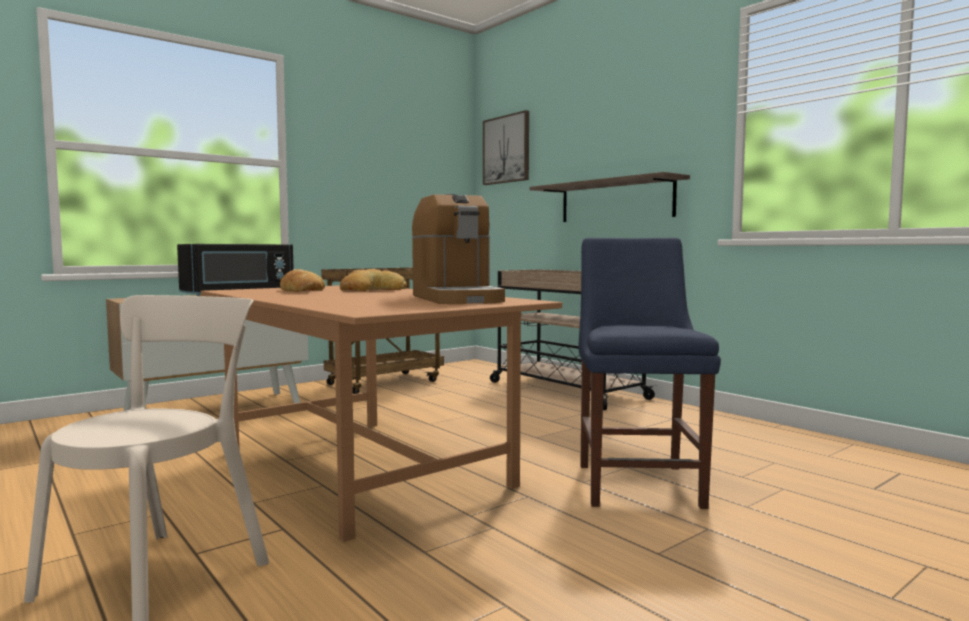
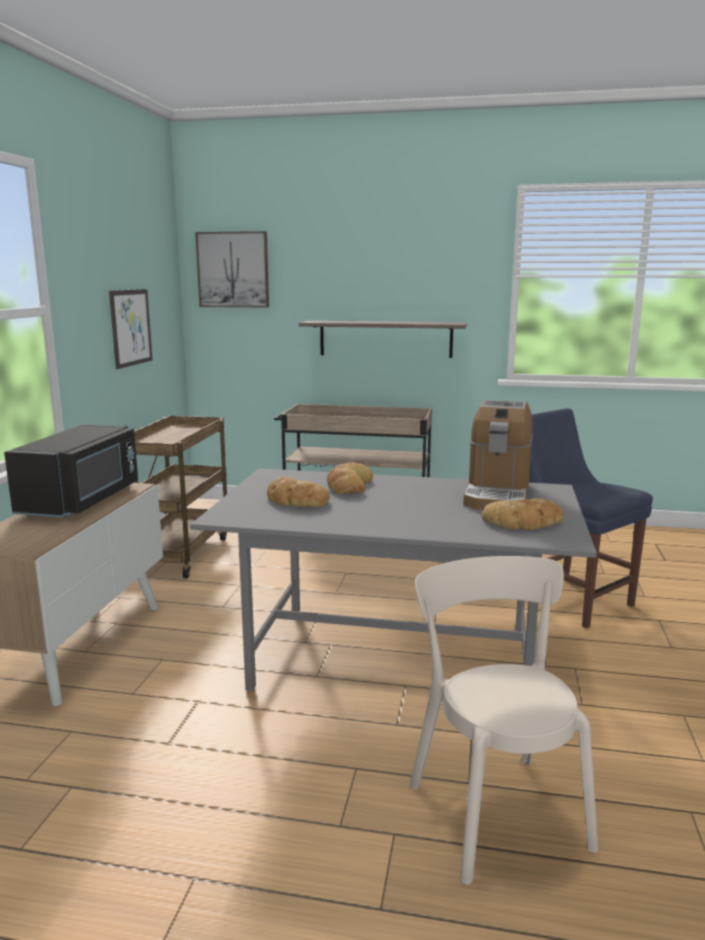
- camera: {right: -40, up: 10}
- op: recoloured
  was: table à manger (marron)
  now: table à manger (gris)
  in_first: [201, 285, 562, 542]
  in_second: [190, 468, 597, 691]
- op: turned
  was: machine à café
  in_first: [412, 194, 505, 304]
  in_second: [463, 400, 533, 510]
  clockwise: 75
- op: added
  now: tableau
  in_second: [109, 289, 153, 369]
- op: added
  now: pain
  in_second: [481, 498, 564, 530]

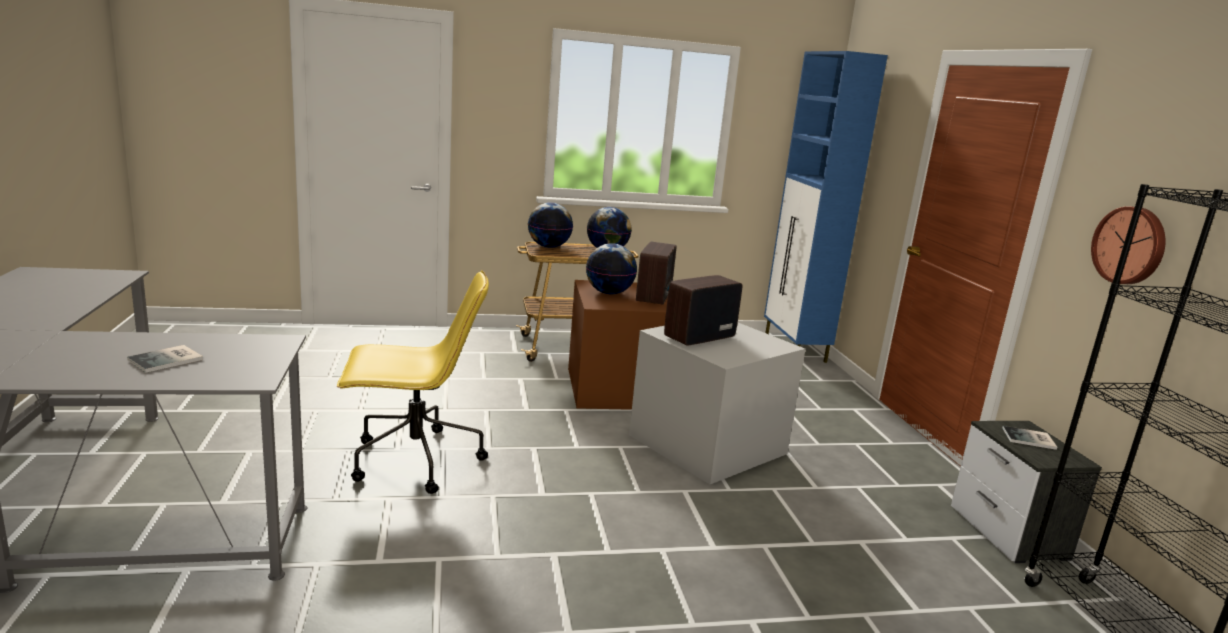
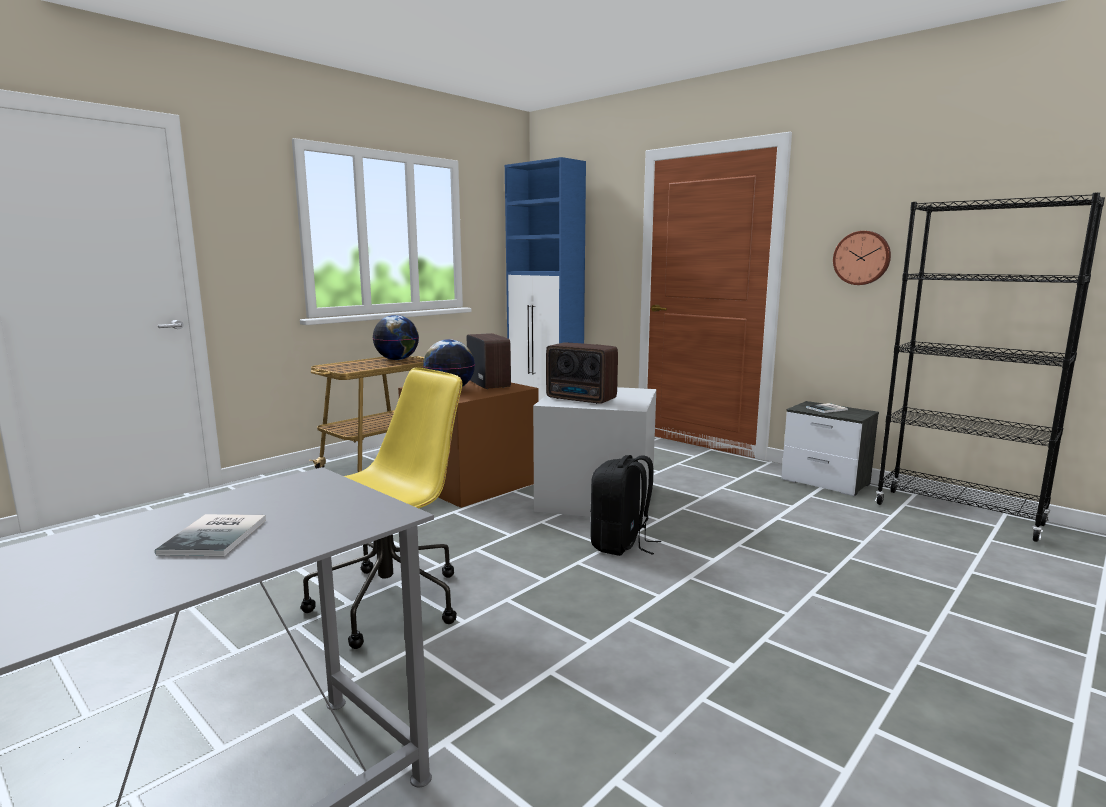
- camera: {right: -35, up: -5}
- op: removed
  was: globe
  in_first: [528, 202, 573, 248]
- op: turned
  was: radio
  in_first: [664, 275, 742, 345]
  in_second: [546, 342, 618, 404]
  clockwise: -75
- op: added
  now: sac à dos (noir)
  in_second: [590, 455, 661, 556]

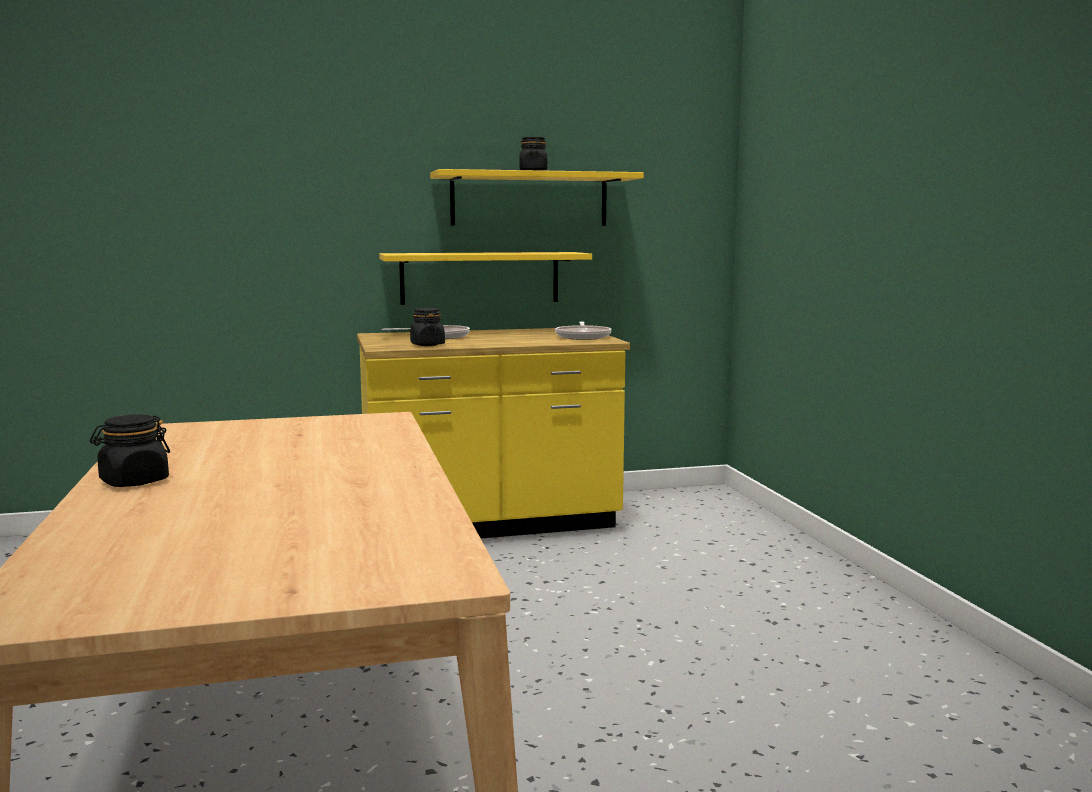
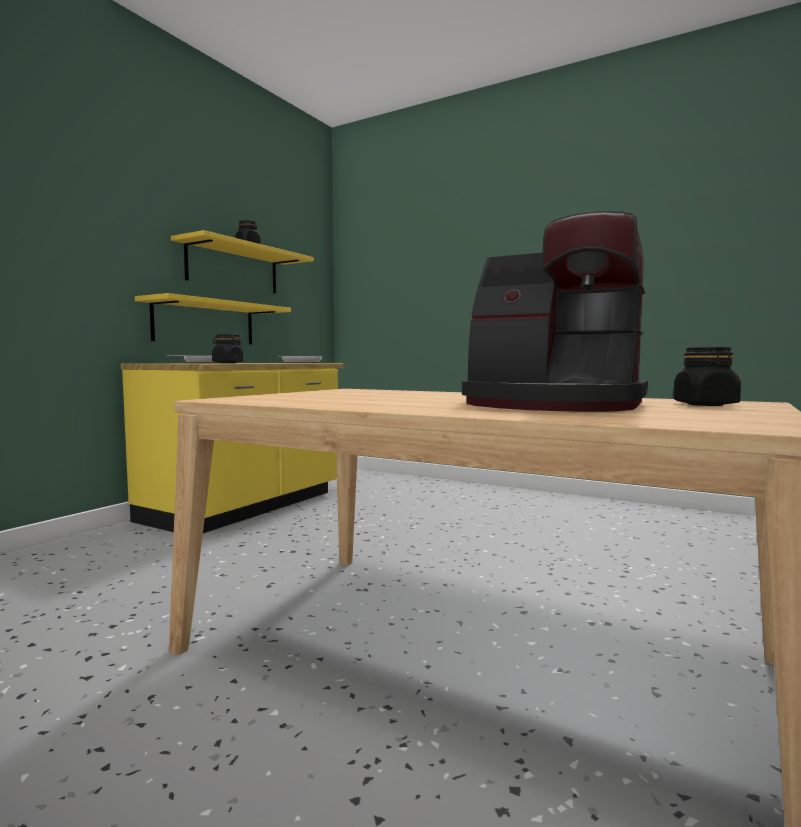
- camera: {right: -45, up: -5}
- op: moved
  was: bocal (noir)
  in_first: [90, 414, 170, 487]
  in_second: [673, 347, 741, 406]
- op: added
  now: machine à café
  in_second: [462, 211, 648, 412]

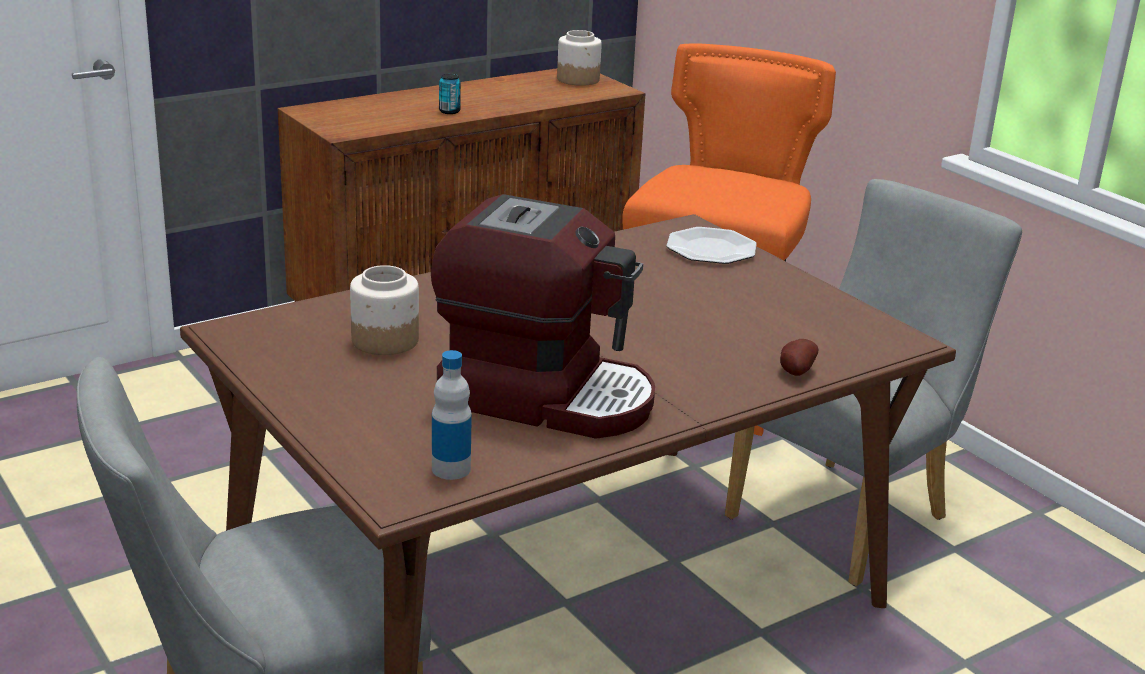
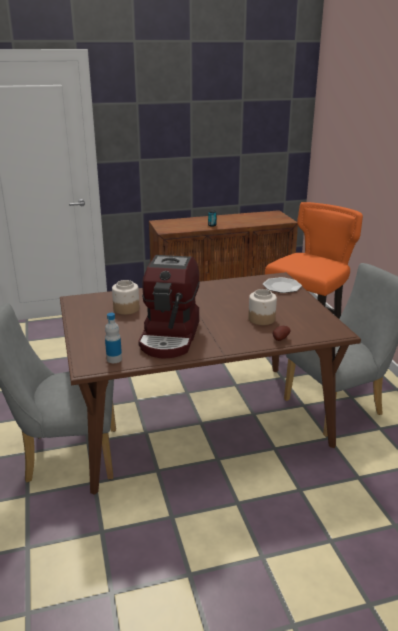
- camera: {right: 20, up: 0}
- op: turned
  was: machine à café
  in_first: [431, 194, 655, 439]
  in_second: [138, 255, 200, 358]
  clockwise: 60
- op: moved
  was: bocal
  in_first: [557, 30, 602, 86]
  in_second: [248, 289, 277, 325]

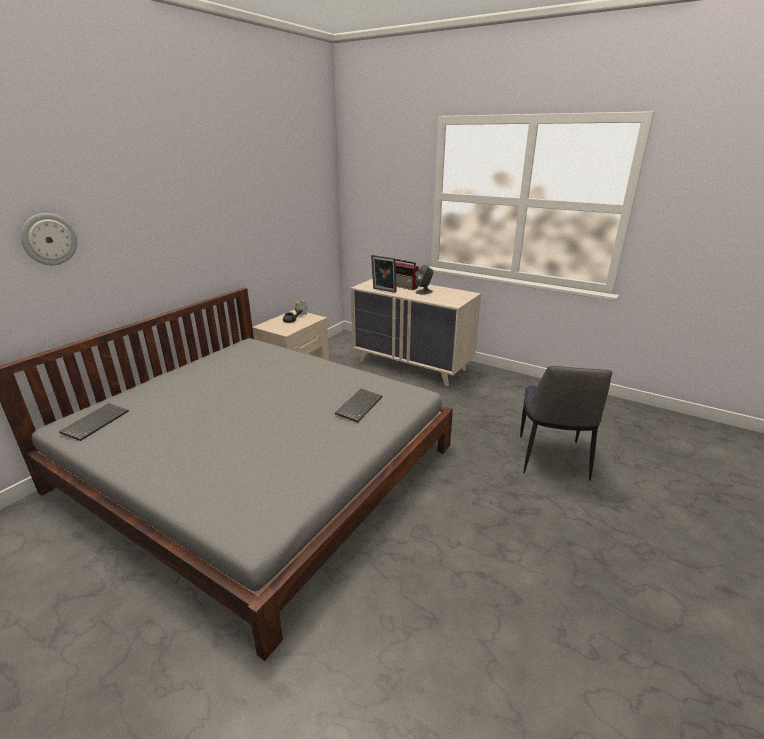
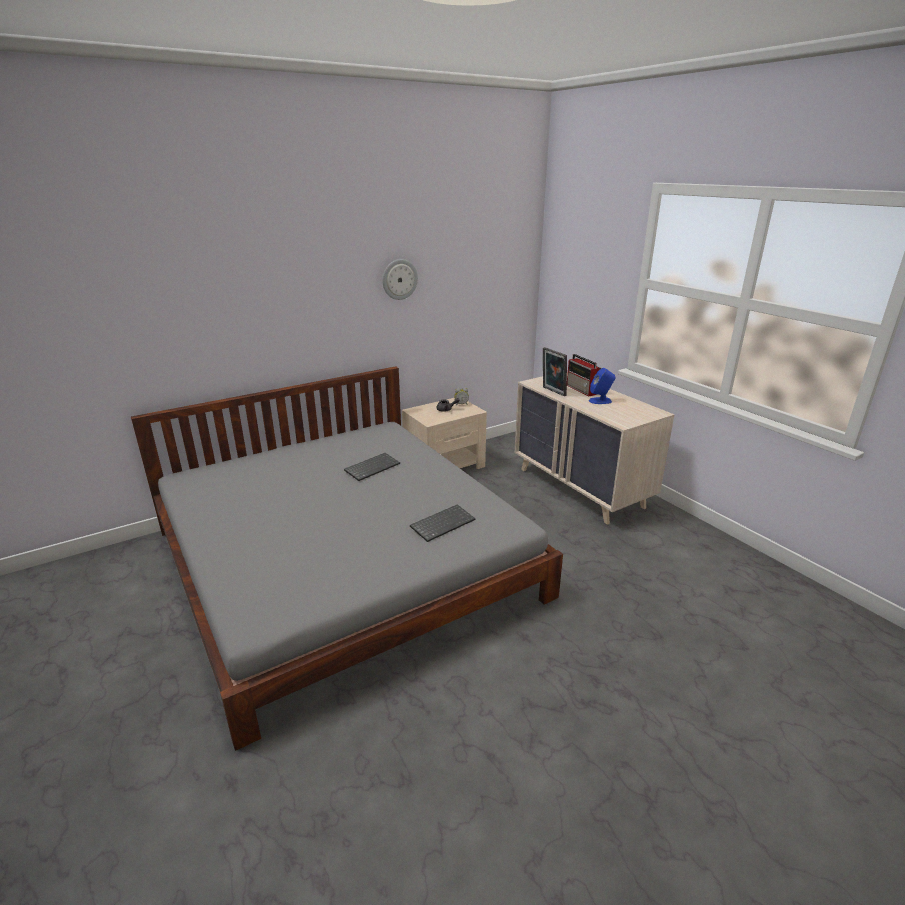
- camera: {right: 25, up: 0}
- op: moved
  was: horloge murale
  in_first: [21, 213, 77, 265]
  in_second: [382, 259, 418, 300]
- op: moved
  was: clavier
  in_first: [59, 403, 129, 441]
  in_second: [344, 453, 400, 481]
- op: recoloured
  was: enceinte (gris)
  now: enceinte (bleu)
  in_first: [415, 265, 434, 294]
  in_second: [589, 368, 616, 404]
- op: removed
  was: chaise
  in_first: [520, 366, 612, 481]

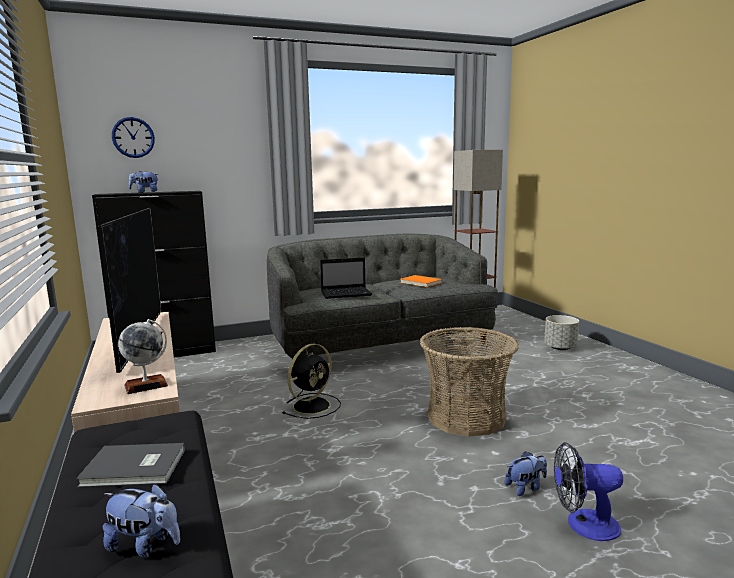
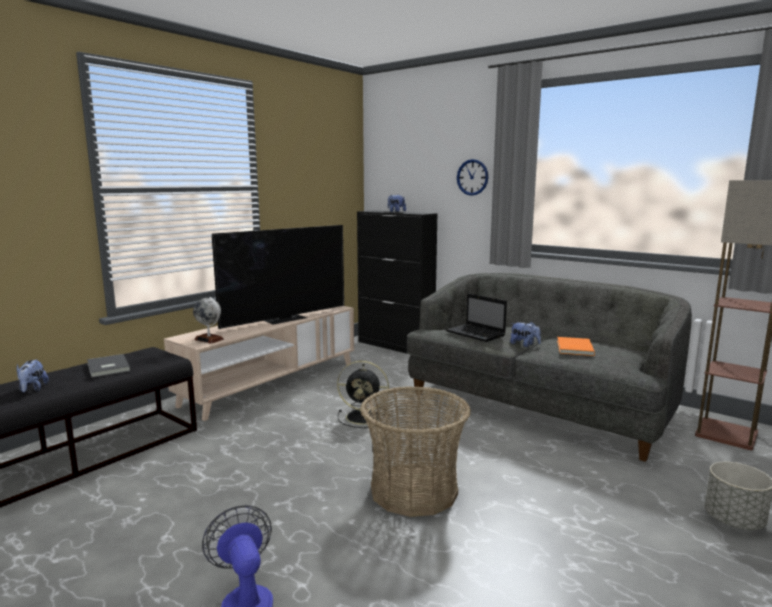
- camera: {right: 60, up: 0}
- op: moved
  was: horloge murale
  in_first: [112, 117, 155, 158]
  in_second: [457, 159, 488, 196]
- op: moved
  was: peluche
  in_first: [505, 451, 547, 496]
  in_second: [510, 321, 541, 347]

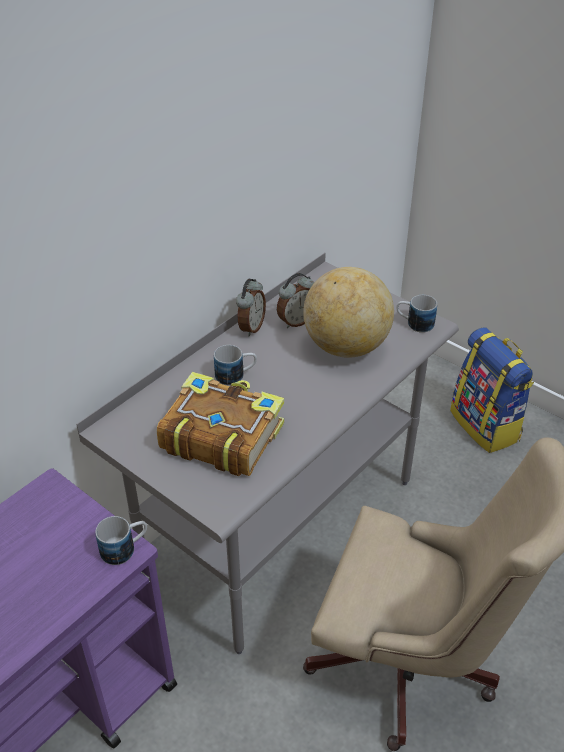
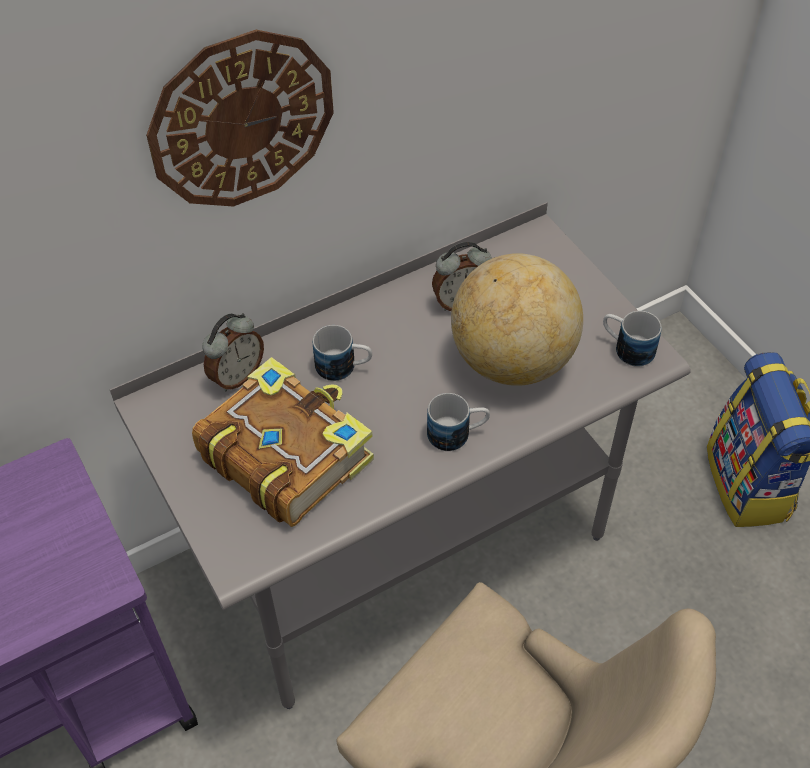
- camera: {right: 20, up: 10}
- op: moved
  was: mug
  in_first: [95, 516, 147, 565]
  in_second: [427, 393, 490, 451]
- op: moved
  was: réveil
  in_first: [236, 279, 266, 337]
  in_second: [202, 313, 264, 391]
- op: added
  now: horloge murale
  in_second: [146, 30, 334, 207]

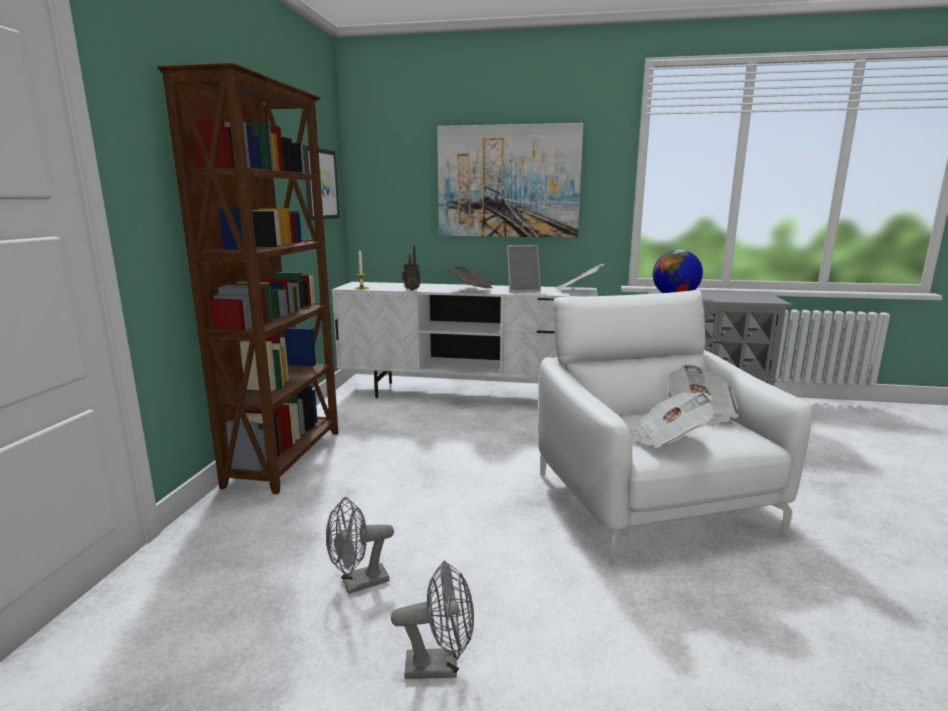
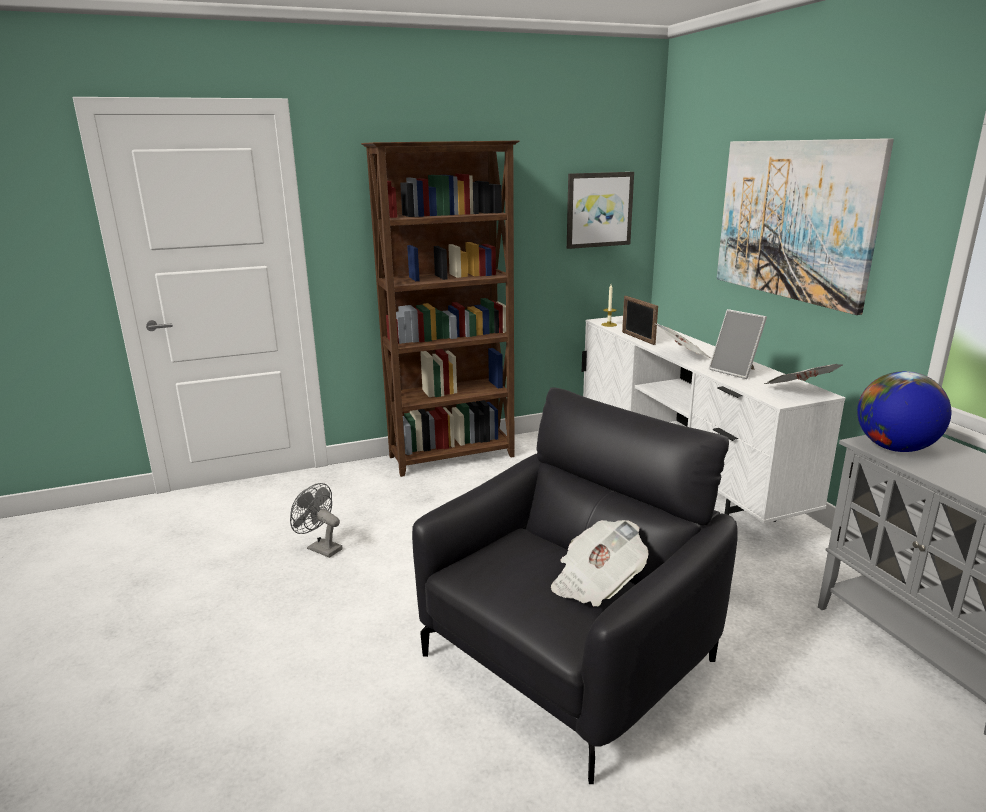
- camera: {right: 60, up: 5}
- op: removed
  was: ventilateur (gris)
  in_first: [391, 561, 474, 679]
- op: replaced
  was: radio
  now: cadre photo
  in_first: [402, 245, 420, 290]
  in_second: [622, 296, 658, 345]
- op: recoloured
  was: fauteuil (blanc)
  now: fauteuil (noir)
  in_first: [538, 290, 813, 565]
  in_second: [412, 387, 737, 784]
- op: removed
  was: journal
  in_first: [630, 392, 714, 448]

